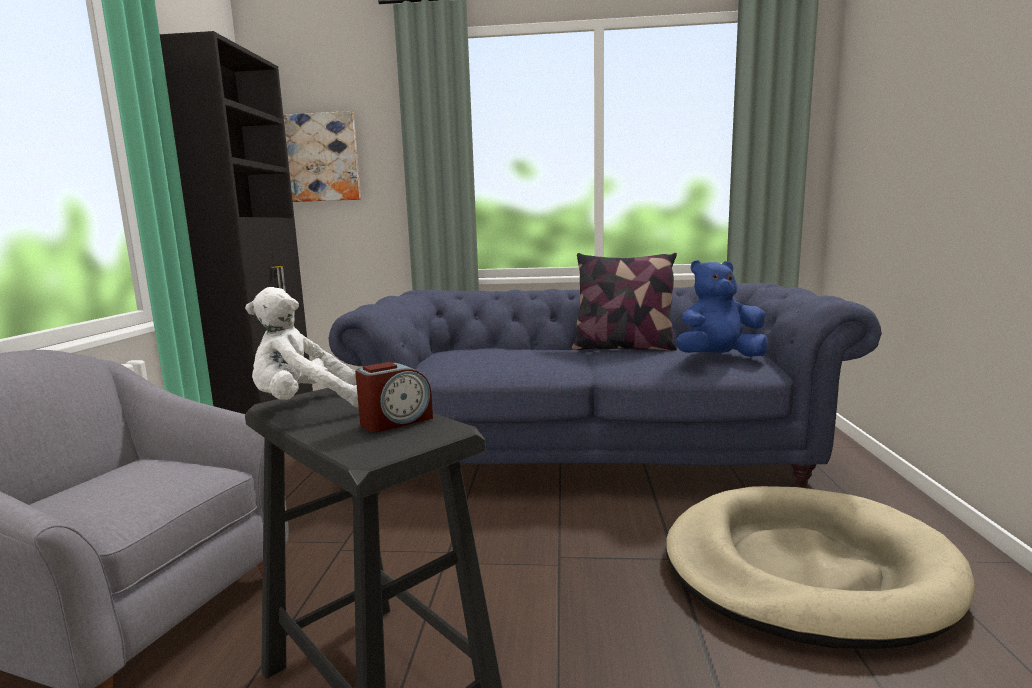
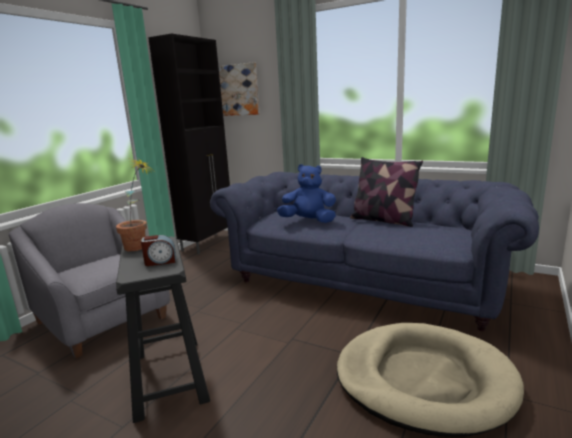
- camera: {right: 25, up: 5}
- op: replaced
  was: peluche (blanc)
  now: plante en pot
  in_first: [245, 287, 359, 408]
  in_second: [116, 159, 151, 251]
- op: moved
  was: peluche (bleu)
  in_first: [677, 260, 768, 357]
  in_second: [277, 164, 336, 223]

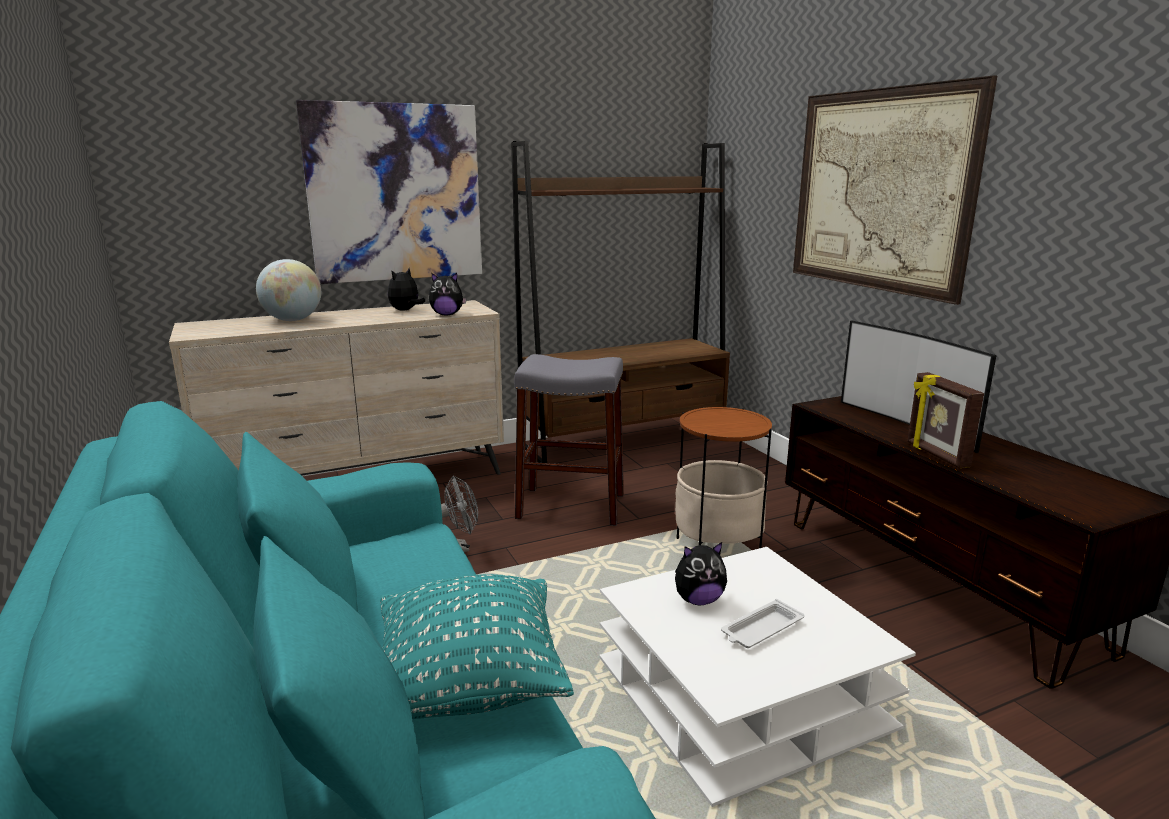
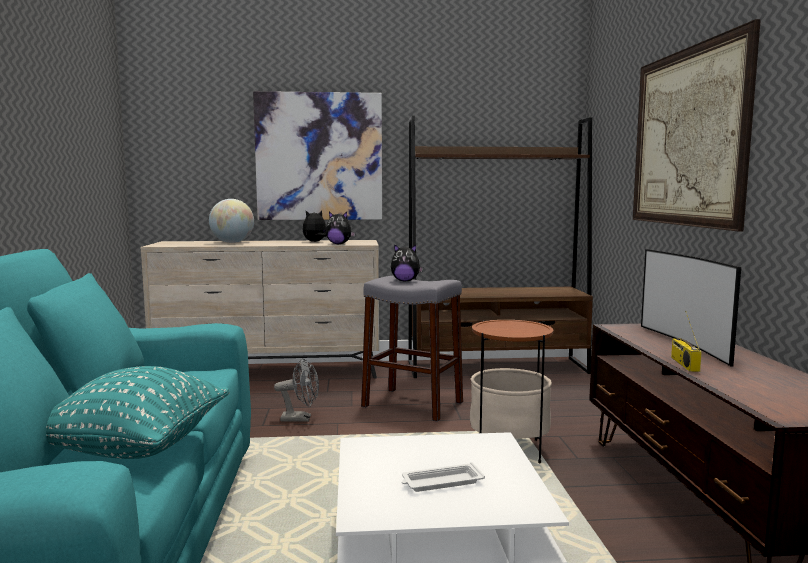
- camera: {right: 20, up: -10}
- op: moved
  was: peluche
  in_first: [675, 542, 727, 605]
  in_second: [391, 244, 423, 282]
- op: replaced
  was: cadre photo
  now: radio
  in_first: [907, 372, 984, 469]
  in_second: [671, 310, 702, 372]

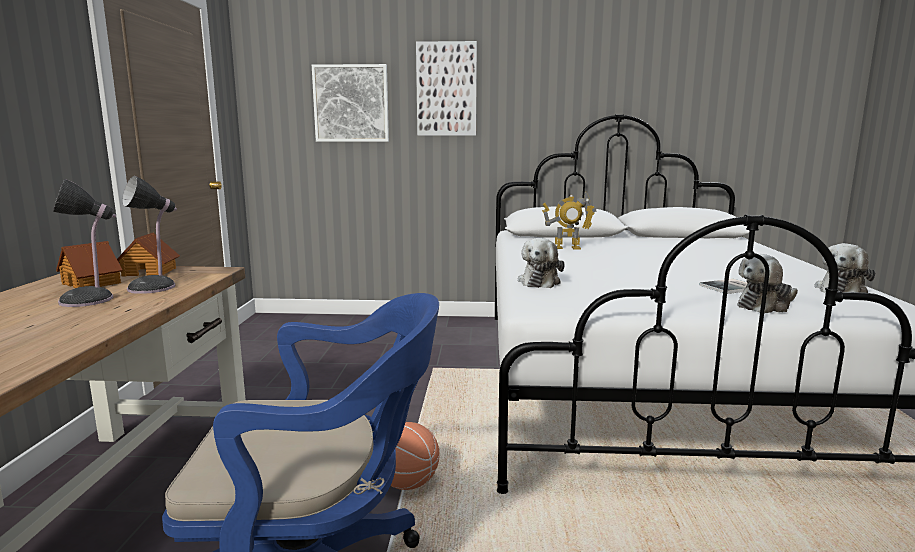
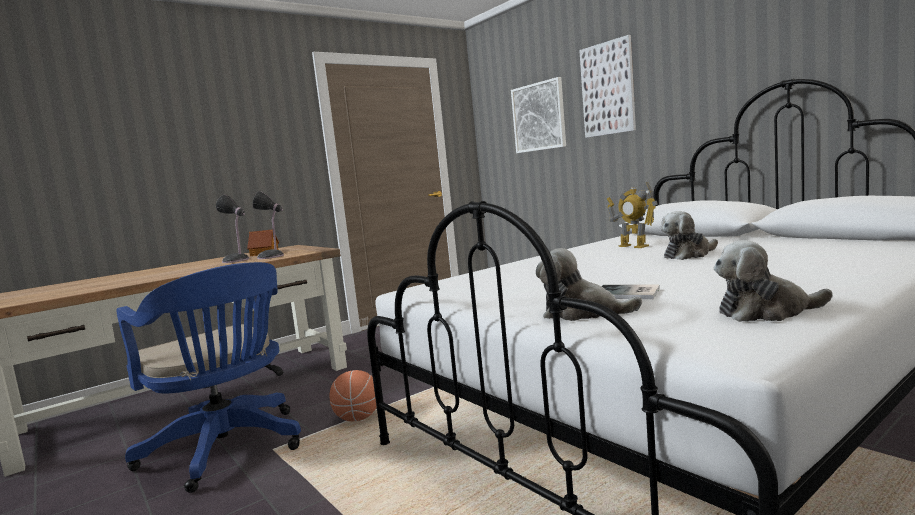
- camera: {right: 50, up: -5}
- op: removed
  was: maison miniature
  in_first: [117, 233, 180, 277]
- op: moved
  was: peluche
  in_first: [518, 238, 565, 288]
  in_second: [661, 211, 718, 260]

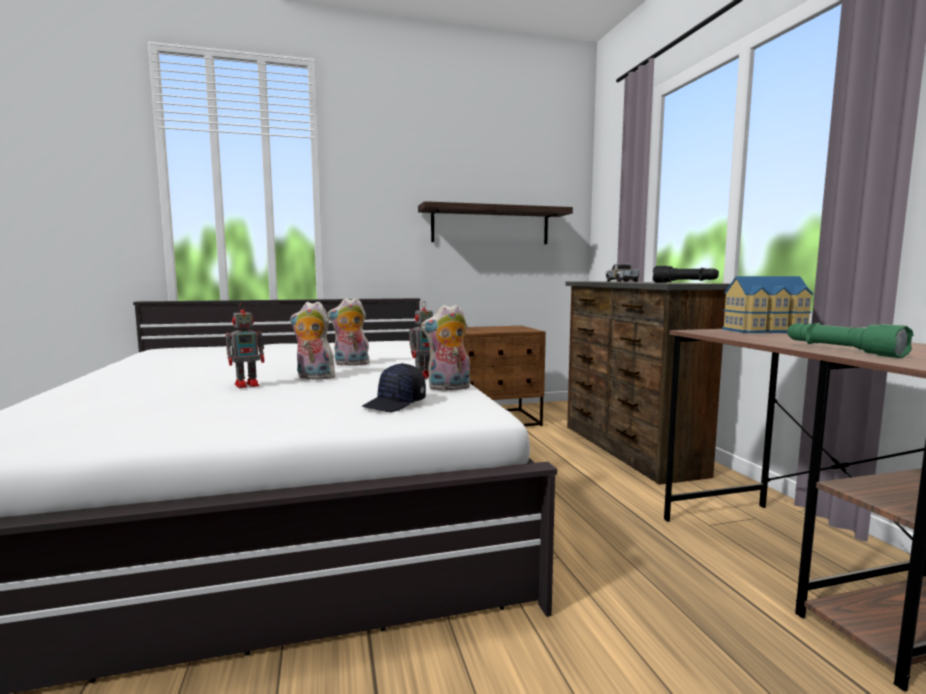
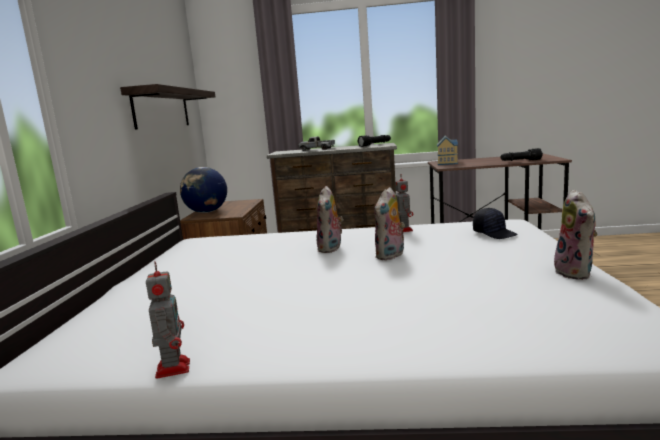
- camera: {right: -70, up: 5}
- op: moved
  was: robot jouet
  in_first: [226, 302, 265, 388]
  in_second: [146, 262, 190, 379]
- op: moved
  was: peluche
  in_first: [421, 304, 470, 391]
  in_second: [554, 189, 597, 280]
- op: recoloured
  was: lampe de poche (vert)
  now: lampe de poche (noir)
  in_first: [787, 323, 914, 358]
  in_second: [501, 148, 543, 161]
- op: added
  now: globe
  in_second: [180, 167, 227, 213]

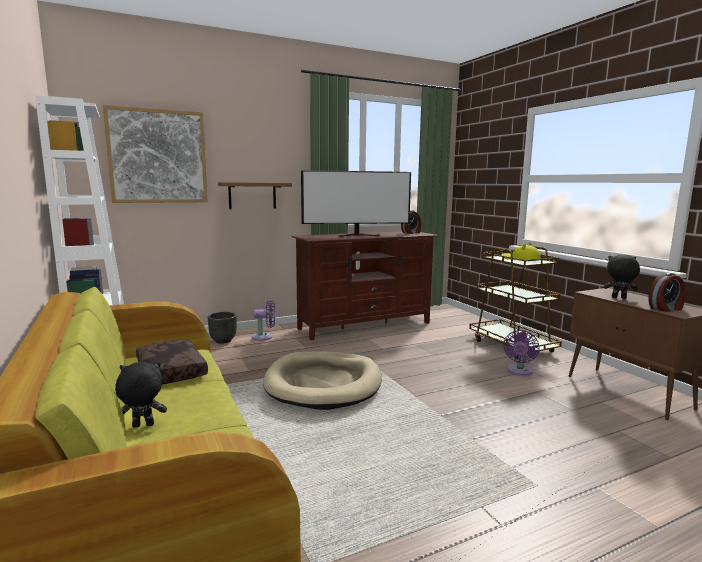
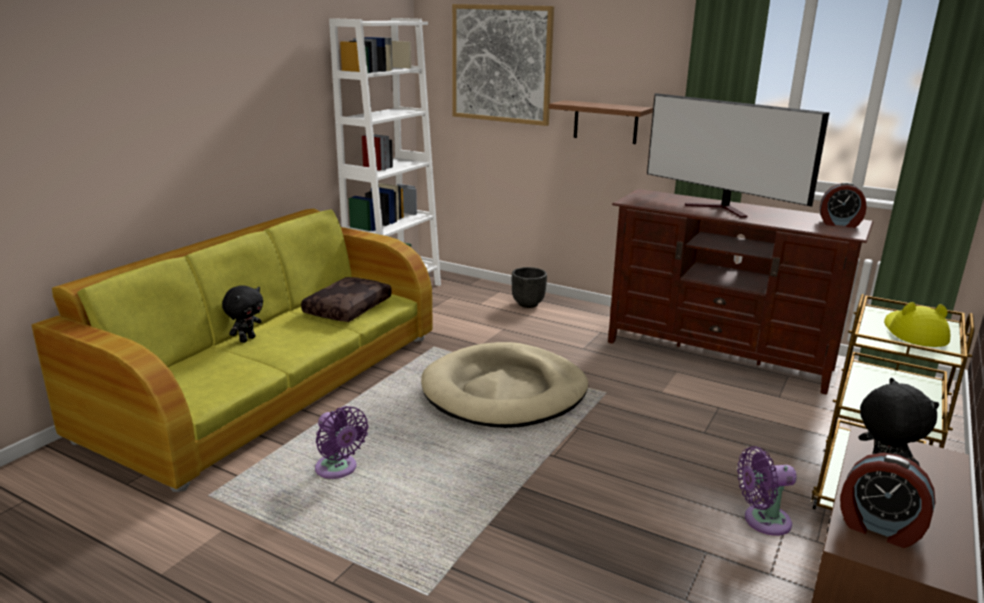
- camera: {right: 55, up: 10}
- op: turned
  was: peluche (noir)
  in_first: [115, 362, 167, 428]
  in_second: [222, 285, 263, 343]
  clockwise: 75
- op: moved
  was: ventilateur (violet)
  in_first: [252, 300, 275, 341]
  in_second: [315, 406, 368, 479]

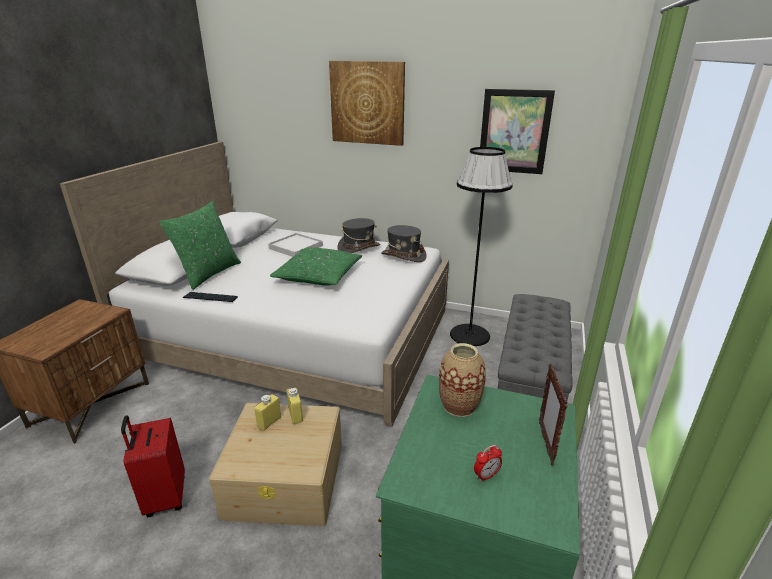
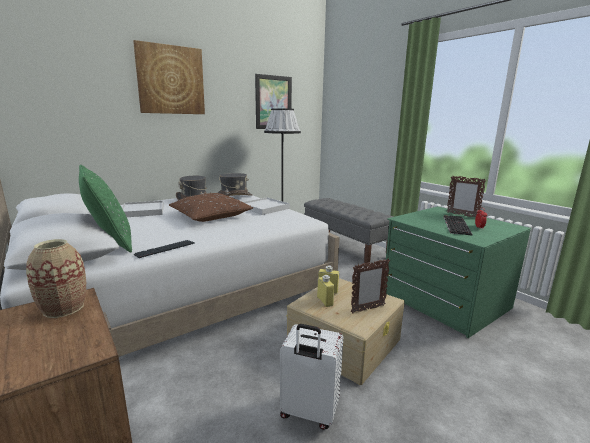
- camera: {right: -55, up: -10}
- op: recoloured
  was: valise (rouge)
  now: valise (blanc)
  in_first: [121, 415, 185, 517]
  in_second: [280, 324, 343, 430]
- op: recoloured
  was: coussin (vert)
  now: coussin (marron)
  in_first: [270, 247, 362, 286]
  in_second: [169, 193, 253, 222]
- op: moved
  was: vase
  in_first: [439, 343, 486, 417]
  in_second: [26, 239, 86, 318]
- op: added
  now: plateau (blanc)
  in_second: [243, 197, 290, 215]
- op: added
  now: cadre photo
  in_second: [351, 259, 390, 313]
- op: added
  now: clavier
  in_second: [444, 215, 473, 236]

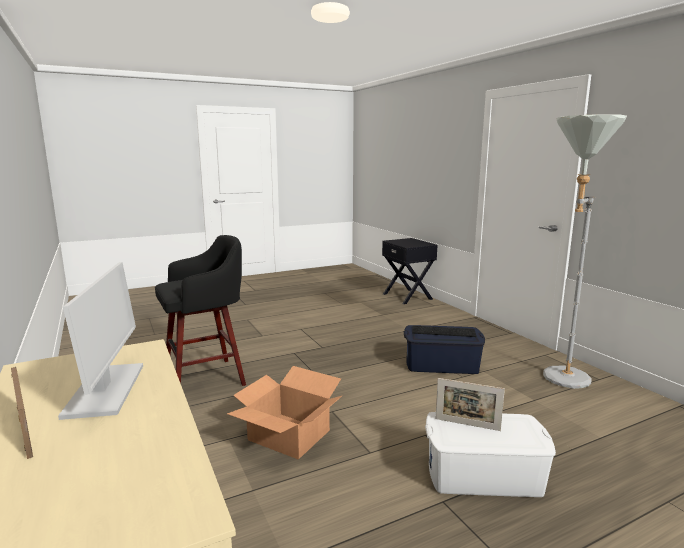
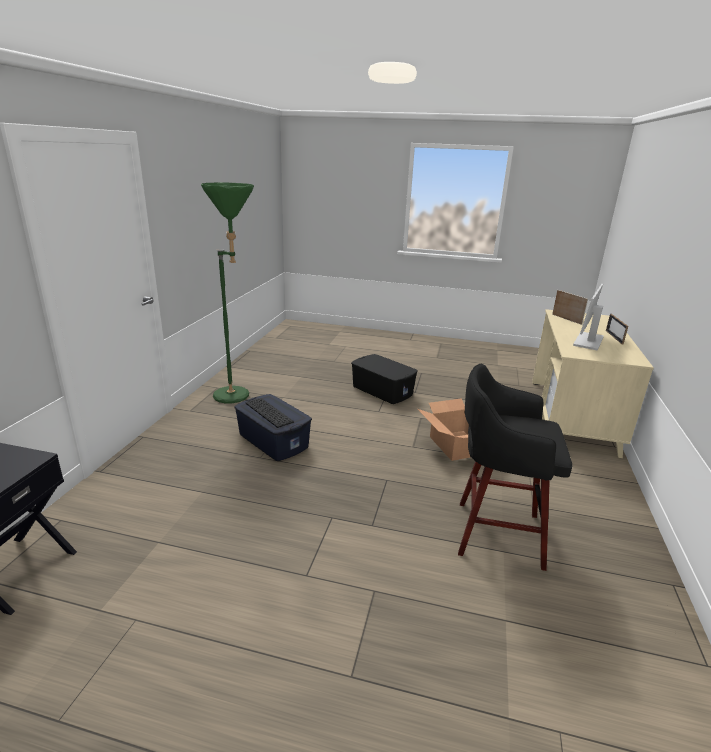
- camera: {right: -140, up: 10}
- op: recoloured
  was: boîte de rangement (blanc)
  now: boîte de rangement (noir)
  in_first: [425, 412, 556, 497]
  in_second: [351, 354, 418, 404]
- op: moved
  was: cadre photo
  in_first: [436, 378, 505, 431]
  in_second: [552, 290, 588, 325]
- op: recoloured
  was: lampadaire (gris)
  now: lampadaire (vert)
  in_first: [543, 114, 627, 389]
  in_second: [201, 182, 254, 403]

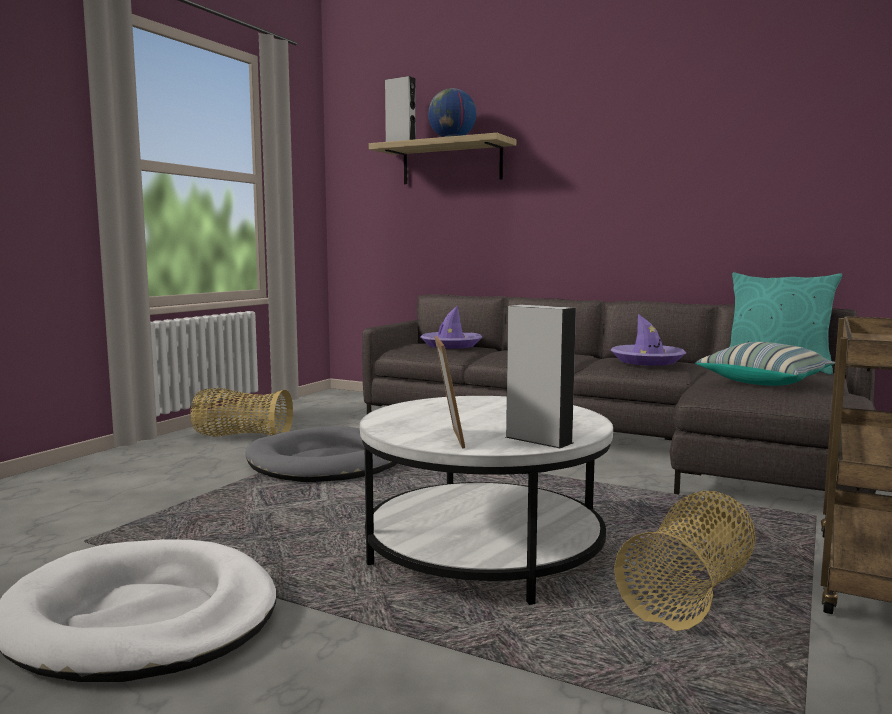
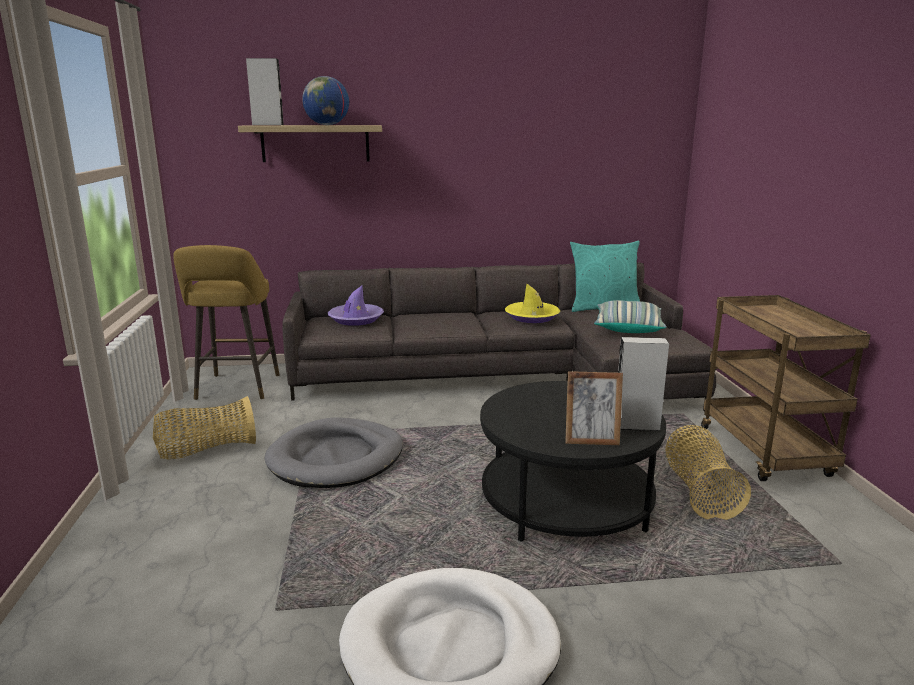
- camera: {right: -35, up: 10}
- op: recoloured
  was: table basse (blanc)
  now: table basse (noir)
  in_first: [360, 396, 613, 605]
  in_second: [480, 381, 666, 542]
- op: turned
  was: cadre photo
  in_first: [435, 336, 465, 449]
  in_second: [565, 371, 623, 445]
  clockwise: 135
- op: recoloured
  was: chapeau (violet)
  now: chapeau (jaune)
  in_first: [611, 314, 686, 366]
  in_second: [505, 284, 560, 323]
- op: added
  now: tabouret (jaune)
  in_second: [173, 245, 279, 400]

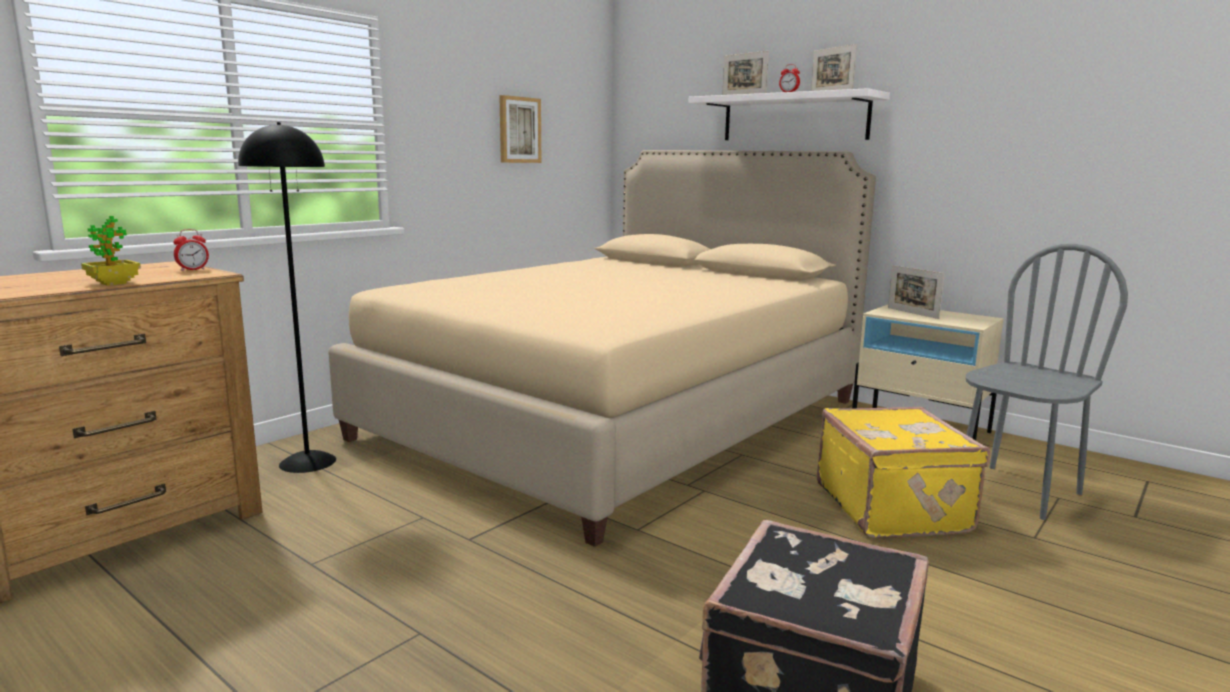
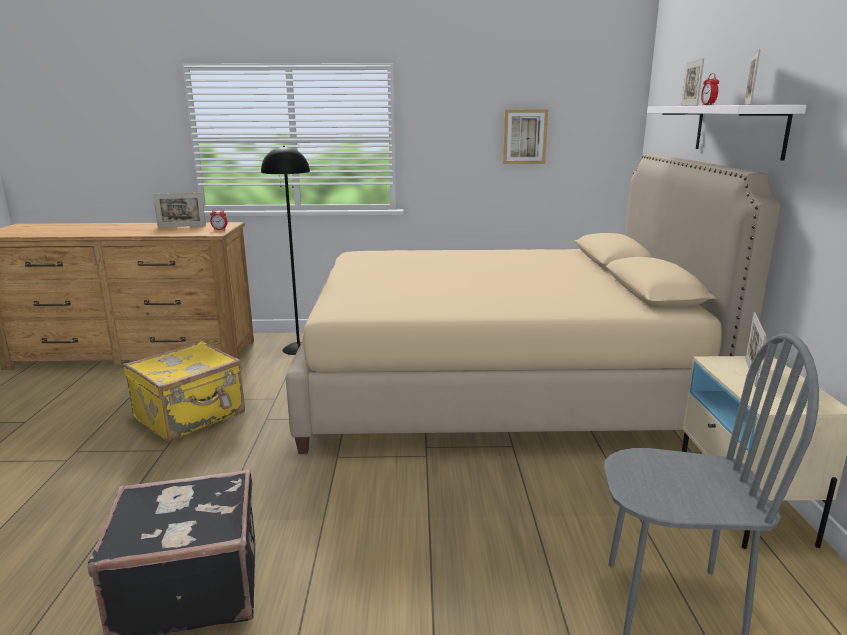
- camera: {right: 50, up: 5}
- op: removed
  was: plante en pot
  in_first: [81, 216, 141, 286]
- op: moved
  was: valise (jaune)
  in_first: [817, 407, 990, 538]
  in_second: [123, 341, 245, 442]
- op: added
  now: cadre photo
  in_second: [153, 193, 206, 227]

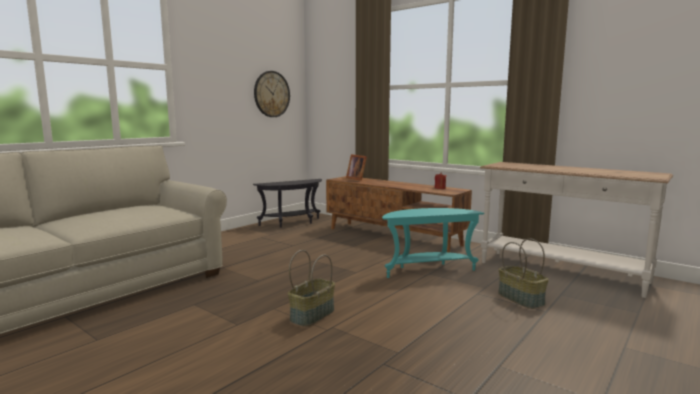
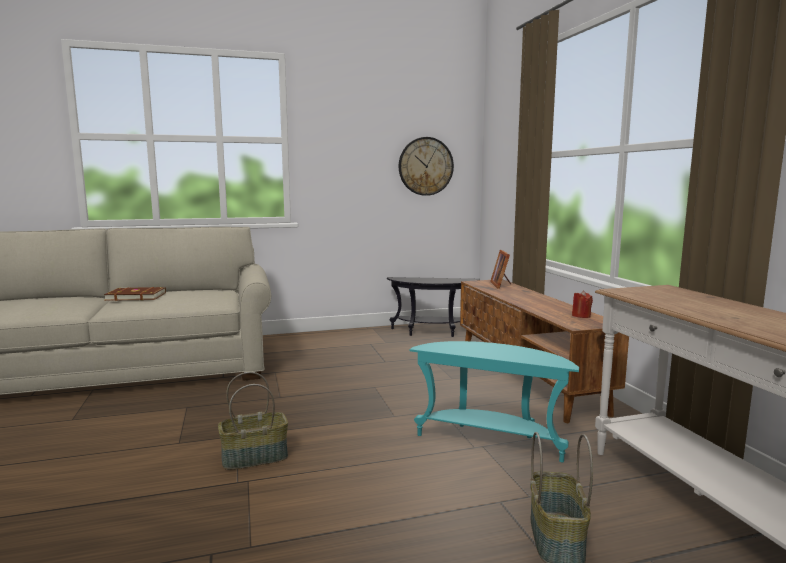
- camera: {right: 35, up: 0}
- op: added
  now: livre (marron)
  in_second: [104, 287, 166, 301]

